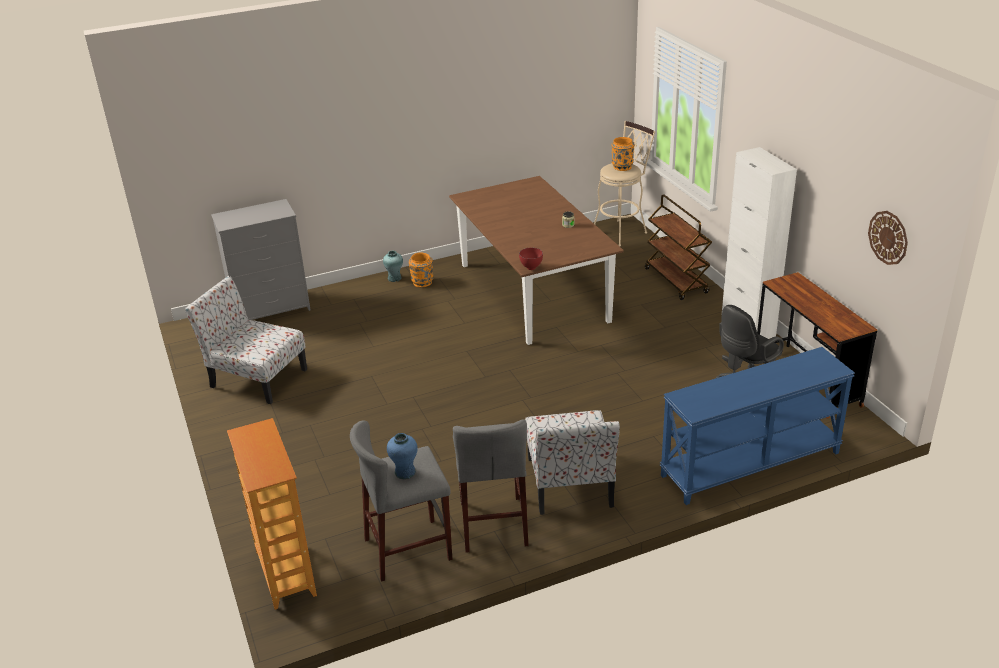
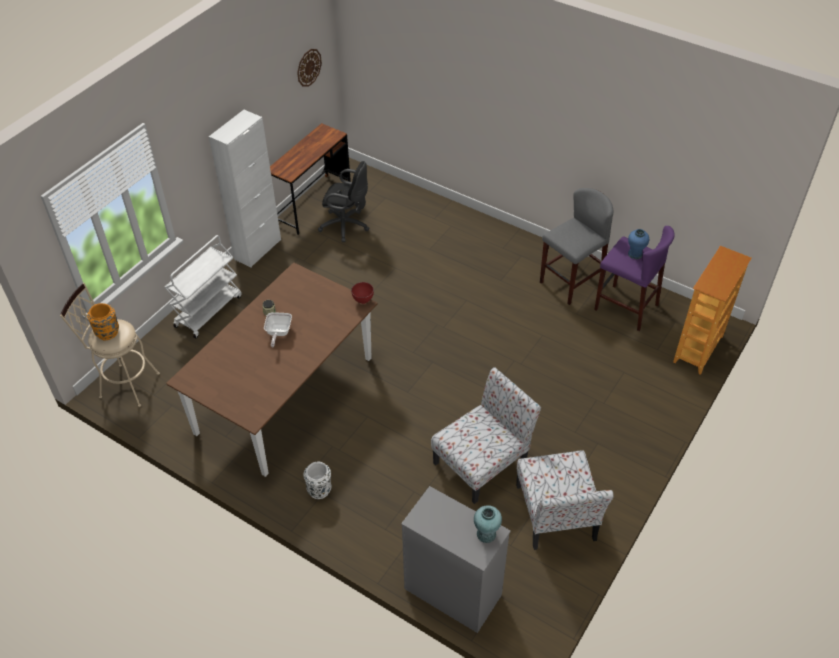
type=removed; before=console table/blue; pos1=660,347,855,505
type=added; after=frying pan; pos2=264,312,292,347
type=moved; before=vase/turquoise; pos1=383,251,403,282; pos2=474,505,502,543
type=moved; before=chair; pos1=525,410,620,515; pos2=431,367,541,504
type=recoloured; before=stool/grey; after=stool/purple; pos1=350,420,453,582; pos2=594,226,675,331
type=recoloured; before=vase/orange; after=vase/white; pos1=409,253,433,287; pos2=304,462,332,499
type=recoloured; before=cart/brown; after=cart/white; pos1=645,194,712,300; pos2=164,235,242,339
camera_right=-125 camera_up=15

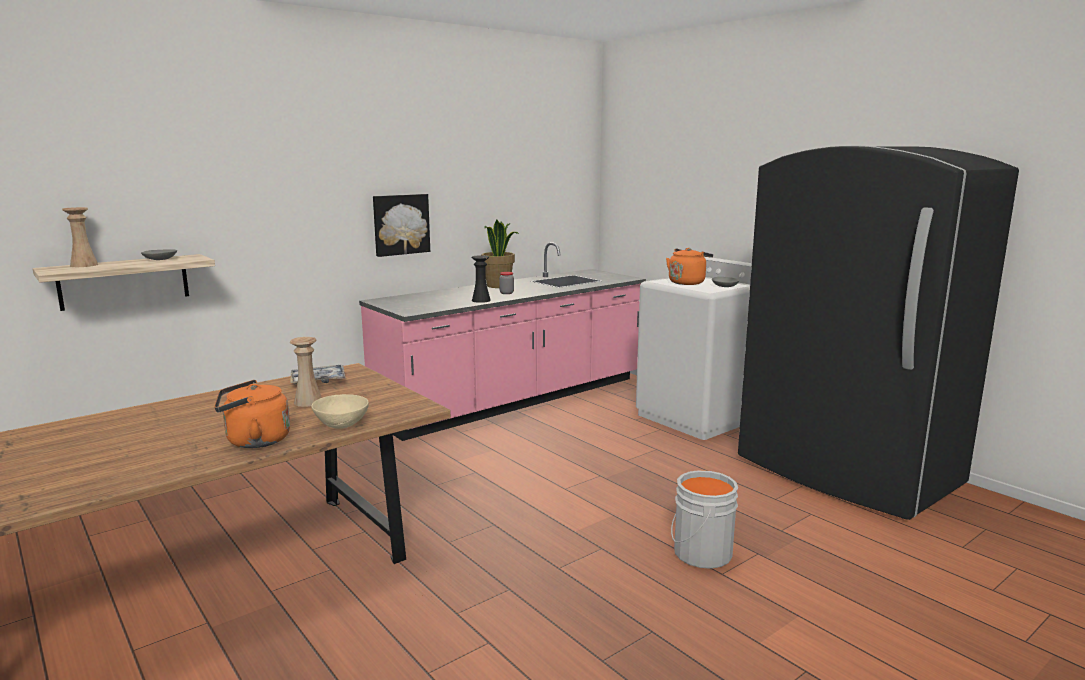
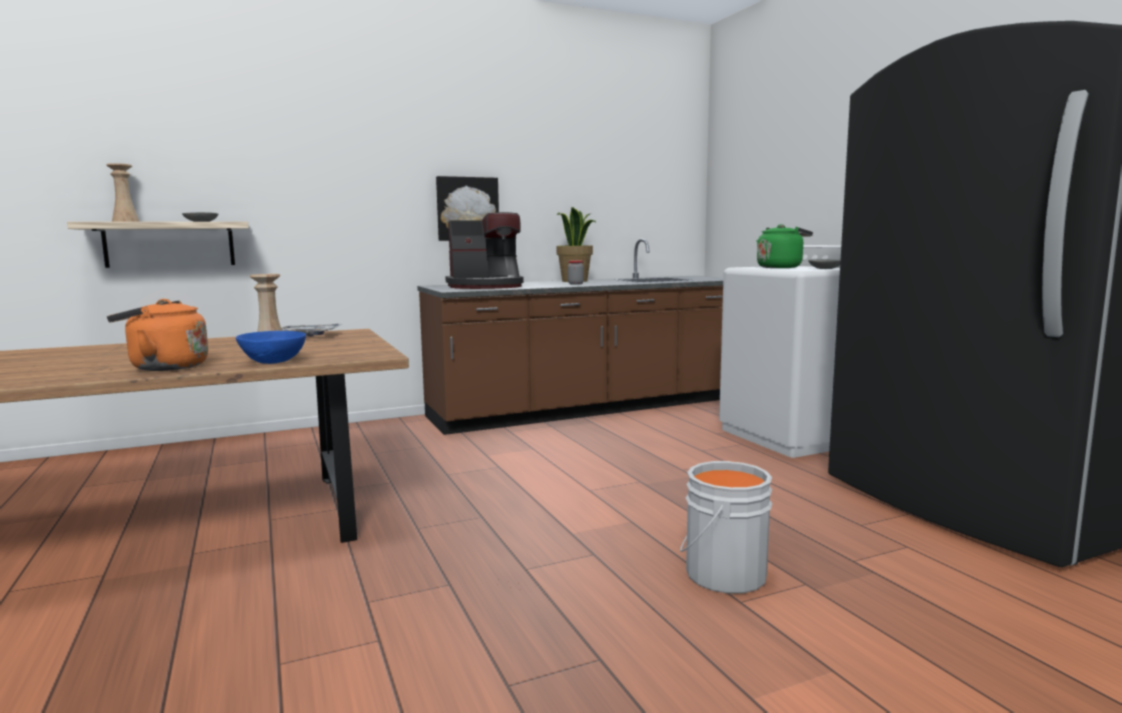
type=removed; before=vase/black; pos1=472,255,491,303
type=added; after=coffee machine; pos2=445,212,524,289
type=recoloured; before=bowl/beige; after=bowl/blue; pos1=311,394,369,429; pos2=236,331,306,364
type=recoloured; before=counter/pink; after=counter/brown; pos1=359,242,646,441; pos2=417,239,723,435
type=recoloured; before=kettle/orange; after=kettle/green; pos1=666,248,713,285; pos2=757,224,813,268
camera_right=15 camera_up=-5

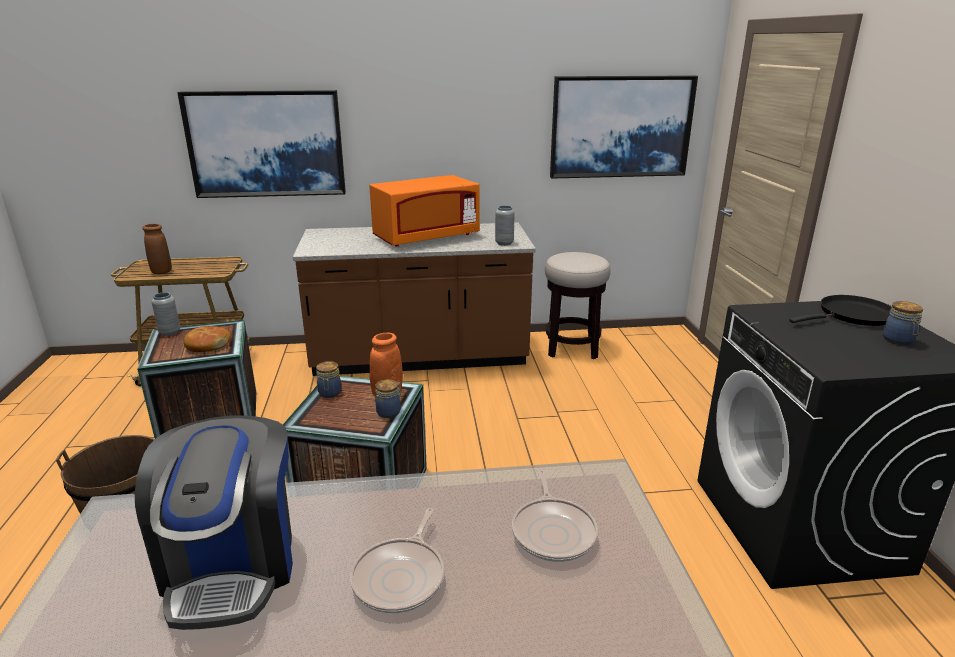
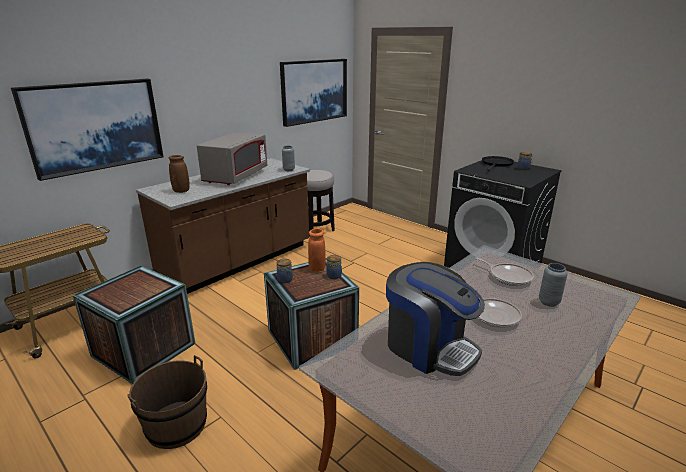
type=removed; before=bread; pos1=184,326,231,352
type=moved; before=vase/brown; pos1=142,224,172,274; pos2=169,155,189,193
type=moved; before=vase/grey; pos1=152,292,180,336; pos2=539,263,568,307
type=recoloured; before=microwave/orange; after=microwave/grey; pos1=369,175,480,246; pos2=197,132,267,185
camera_right=-40 camera_up=0

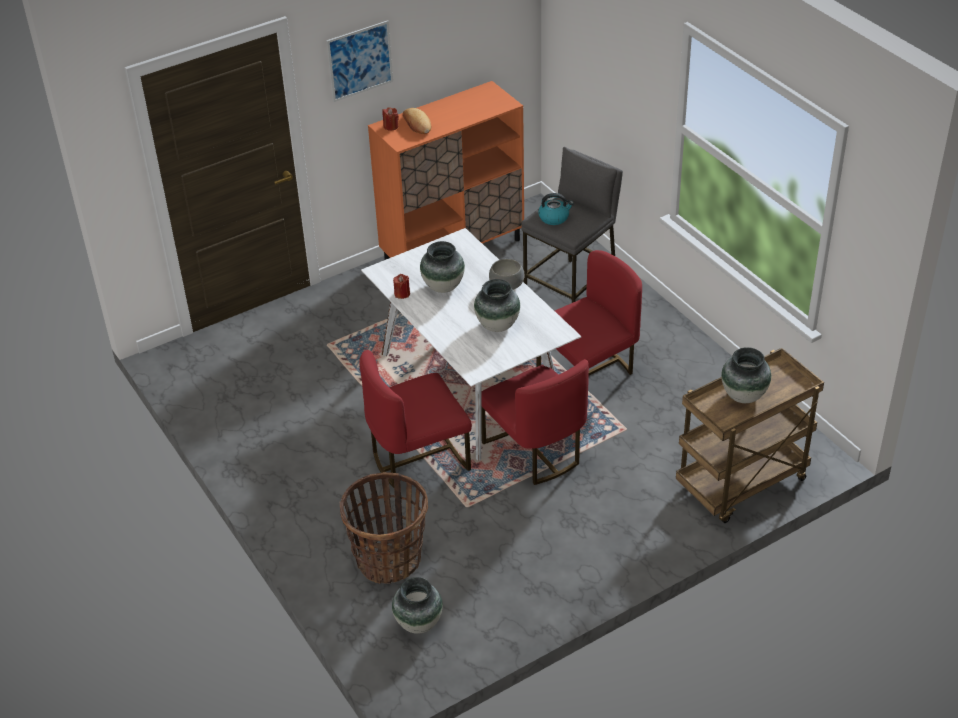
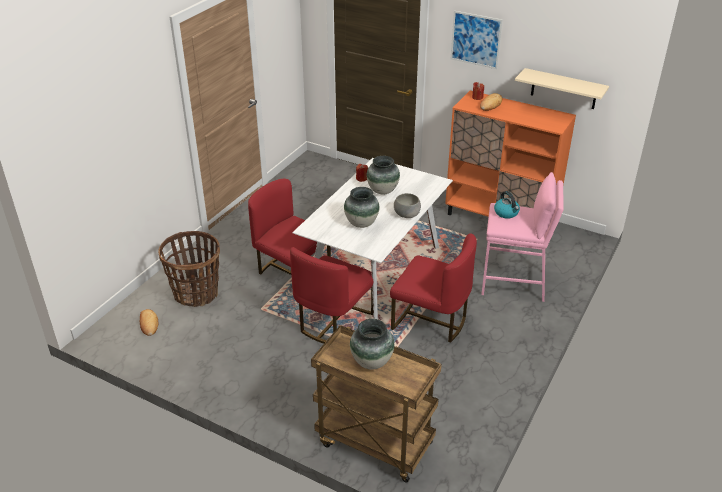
type=added; after=shelf/beige; pos2=515,68,609,109
type=replaced; before=vase; after=bread; pos1=392,577,443,634; pos2=140,309,158,336
type=recoloured; before=stool/grey; after=stool/pink; pos1=521,147,623,303; pos2=481,172,564,302
camera_right=60 camera_up=-5

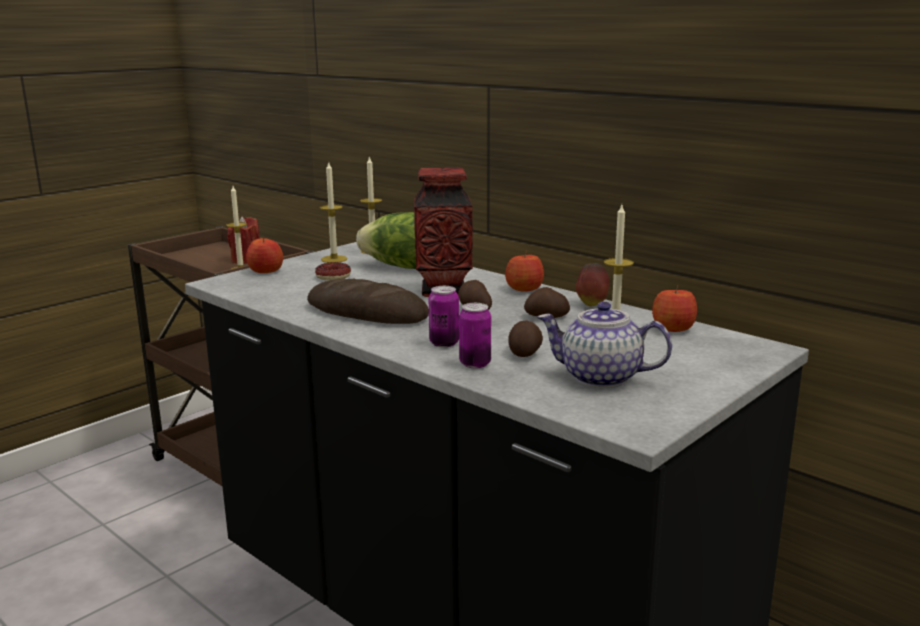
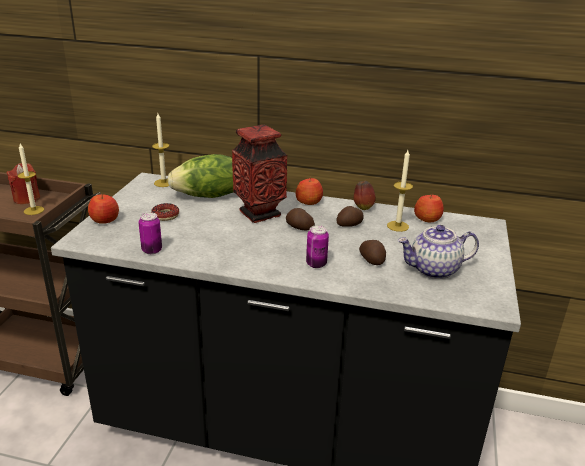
type=removed; before=bread; pos1=307,279,429,324
type=removed; before=candle; pos1=320,163,347,263
type=moved; before=can; pos1=459,303,491,368; pos2=138,212,162,254
camera_right=-30 camera_up=10

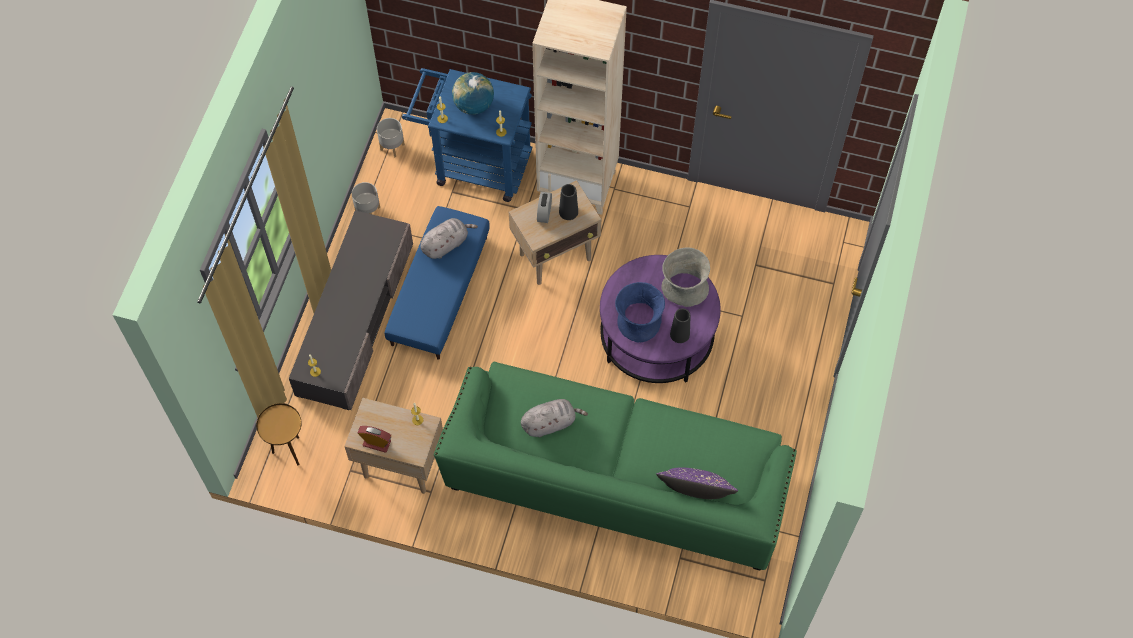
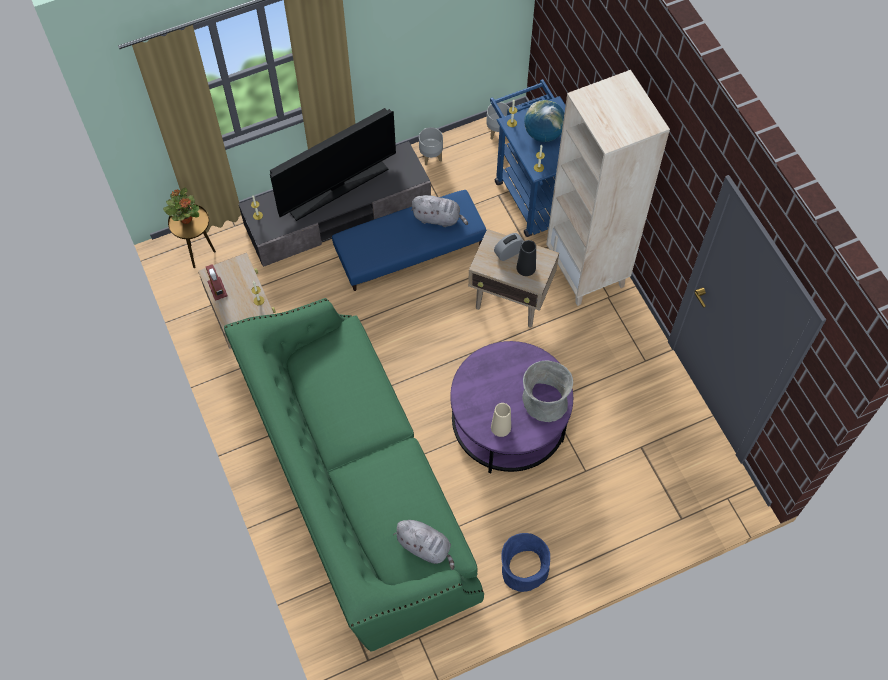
type=removed; before=pillow/purple; pos1=656,468,738,499
type=added; after=potted plant; pos2=163,188,199,224
type=added; after=television; pos2=270,108,396,221
type=moved; before=plush toy/grey; pos1=521,399,588,437; pos2=393,520,454,570
type=moved; before=vase/blue; pos1=615,282,665,342; pos2=501,533,550,592
type=recoloured; before=vase/black; after=vase/beige; pos1=670,308,690,343; pos2=491,403,511,437
camera_right=50 camera_up=0

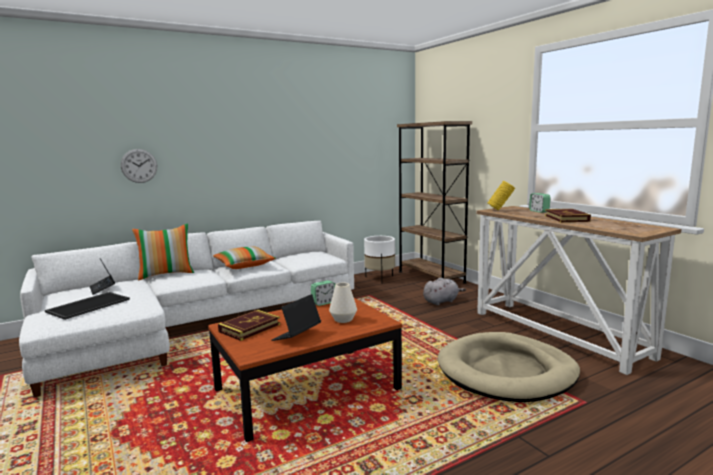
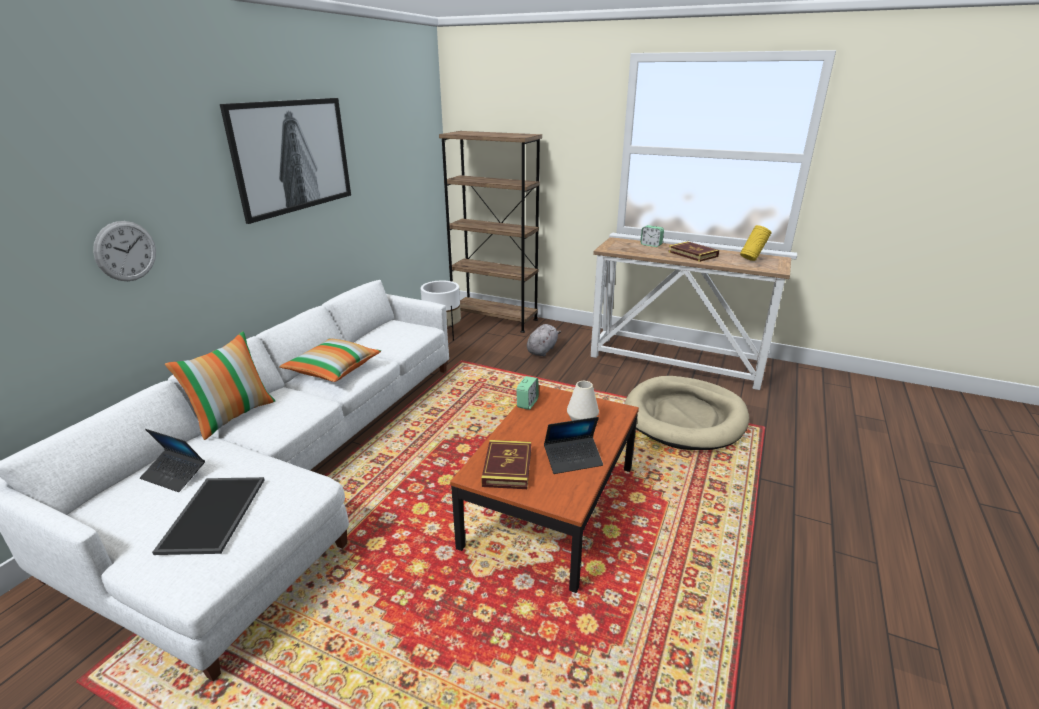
type=added; after=picture; pos2=220,98,351,224
type=moved; before=vase/yellow; pos1=488,181,515,210; pos2=740,225,772,261
type=turned; before=laptop; pos1=271,294,321,341; pos2=544,417,603,474; turn=-105
camera_right=-35 camera_up=15

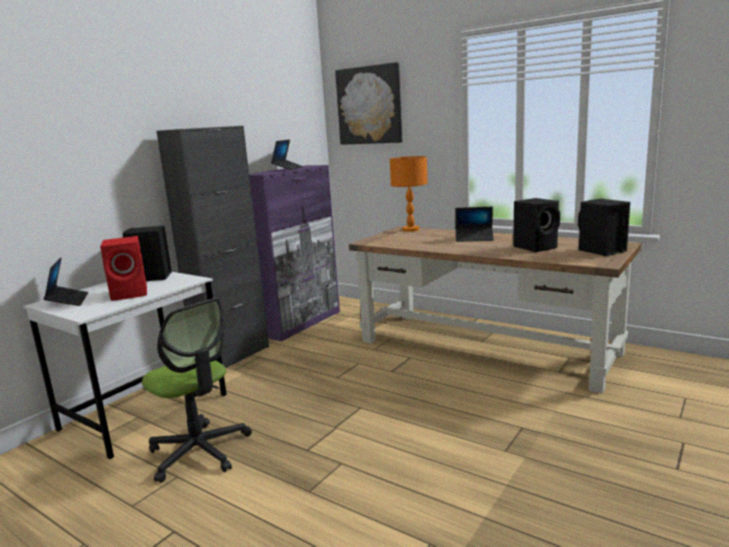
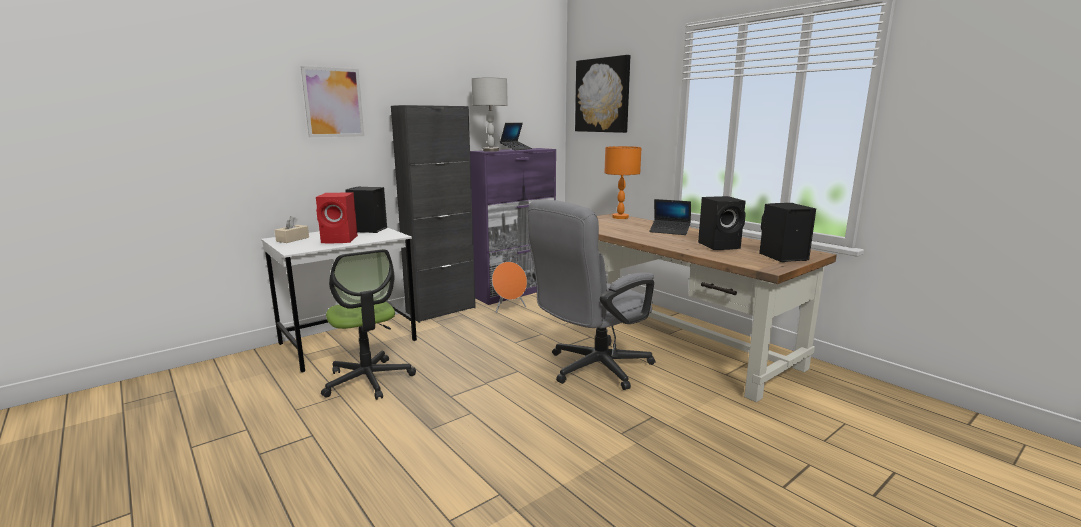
type=added; after=picture; pos2=301,66,364,137
type=added; after=table lamp/grey; pos2=472,77,508,152
type=added; after=speaker/orange; pos2=492,262,527,313
type=added; after=office chair/grey; pos2=527,199,655,390
type=replaced; before=laptop; after=tissue box/beige; pos1=44,257,88,306; pos2=275,216,309,243
camera_right=15 camera_up=0

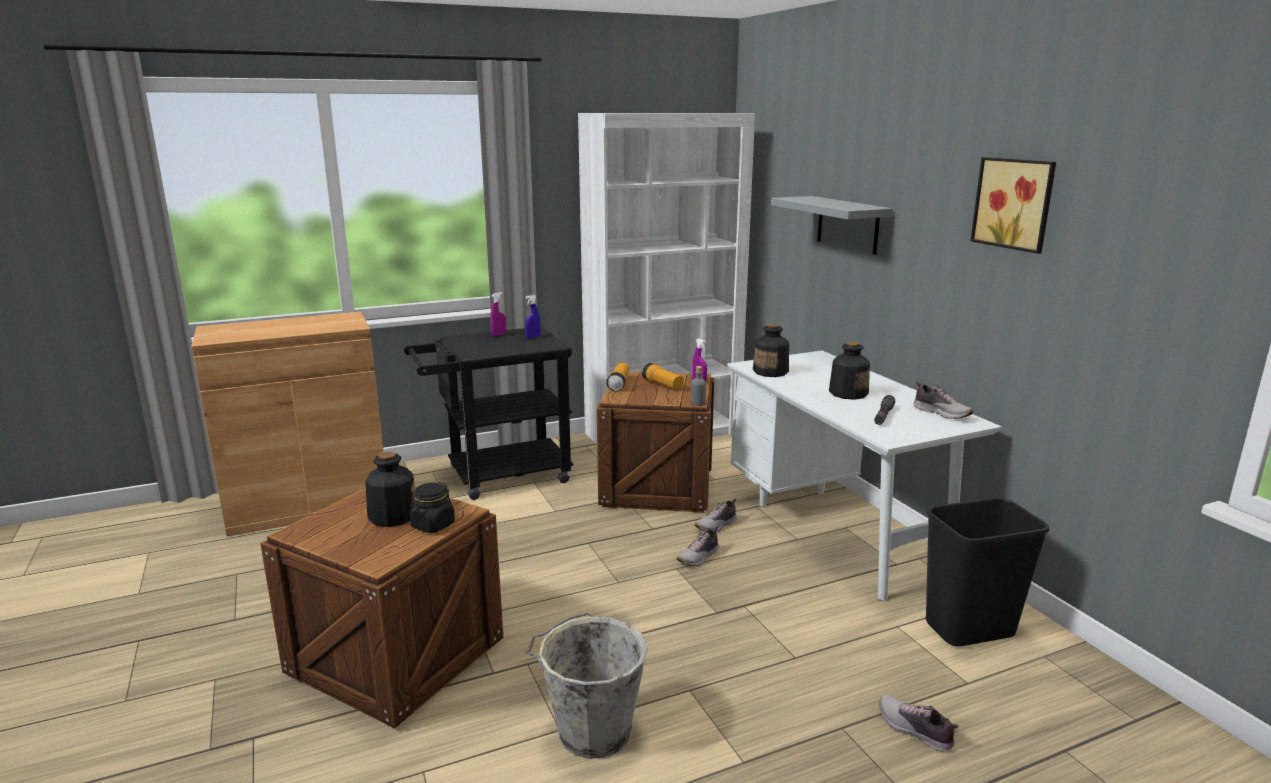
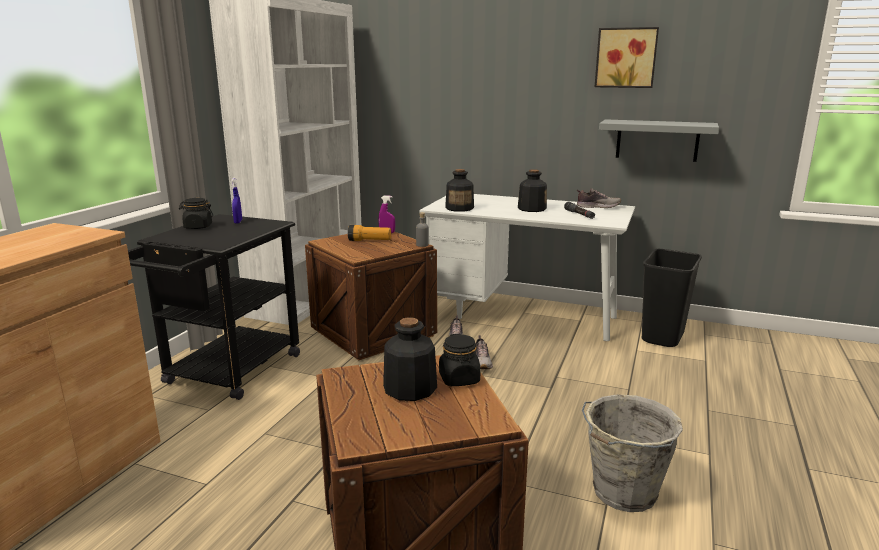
type=removed; before=flashlight; pos1=606,363,629,392
type=removed; before=shoe; pos1=879,694,959,752
type=moved; before=shelf/grey; pos1=771,196,893,255; pos2=599,119,719,162
type=replaced; before=spray bottle/purple; after=jar/black; pos1=490,292,506,336; pos2=179,198,213,229
camera_right=-45 camera_up=0

